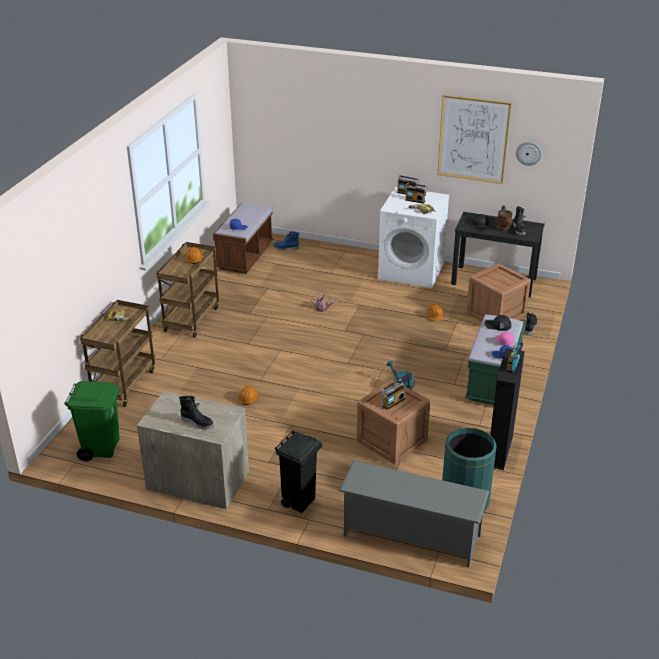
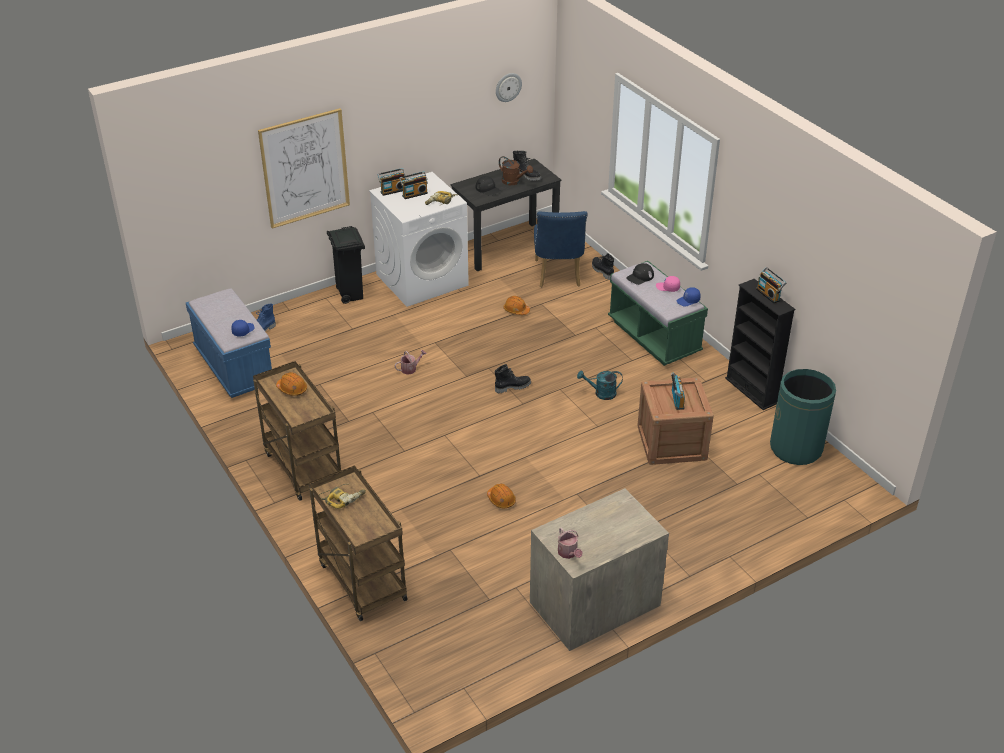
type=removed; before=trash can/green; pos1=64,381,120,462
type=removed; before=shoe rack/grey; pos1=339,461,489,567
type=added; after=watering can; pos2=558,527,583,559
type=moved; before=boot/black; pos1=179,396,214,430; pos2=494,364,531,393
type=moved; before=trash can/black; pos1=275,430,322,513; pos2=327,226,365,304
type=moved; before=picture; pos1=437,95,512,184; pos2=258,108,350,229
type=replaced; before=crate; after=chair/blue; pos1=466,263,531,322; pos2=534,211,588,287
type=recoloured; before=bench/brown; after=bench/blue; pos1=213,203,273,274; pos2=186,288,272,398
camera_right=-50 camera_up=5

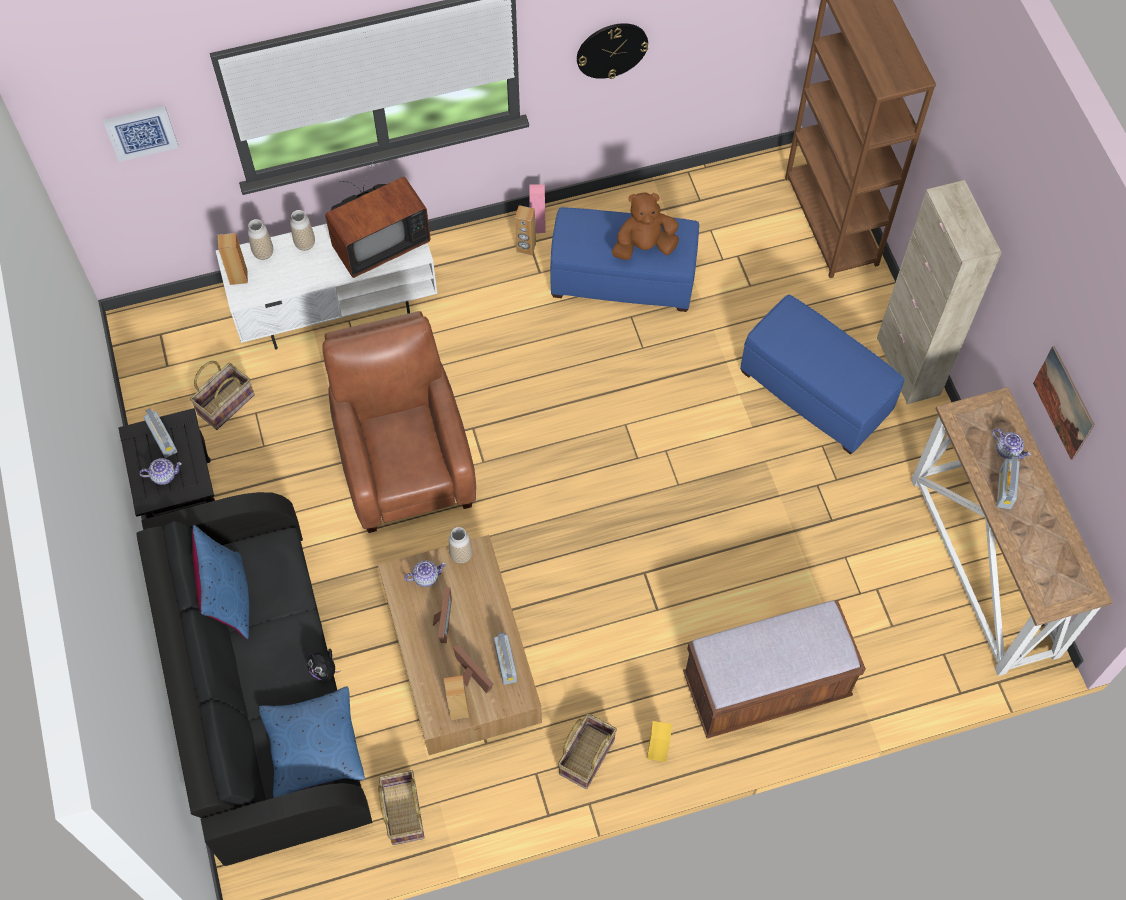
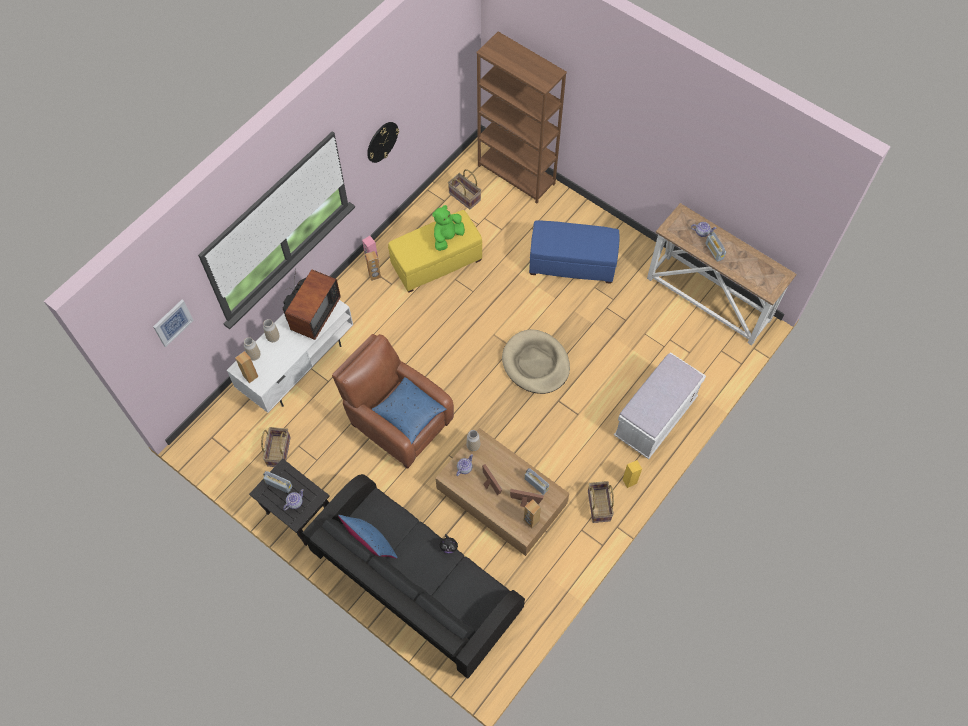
type=removed; before=cabinet/beige; pos1=877,180,1002,404
type=removed; before=picture; pos1=1033,346,1095,460
type=added; after=dog bed/beige; pos2=502,329,570,394
type=moved; before=pillow/blue; pos1=259,686,365,798; pos2=372,377,446,444
type=moved; before=basket; pos1=378,770,425,845; pos2=448,169,481,209
type=recoloured; before=ottoman/blue; after=ottoman/yellow; pos1=550,207,699,312; pos2=388,210,482,293
type=recoloured; before=plush toy/brown; after=plush toy/green; pos1=612,193,679,260; pos2=432,205,465,251
type=recoloured; before=bench/brown; after=bench/white; pos1=683,600,866,739; pos2=614,352,706,459
camera_right=-35 camera_up=0

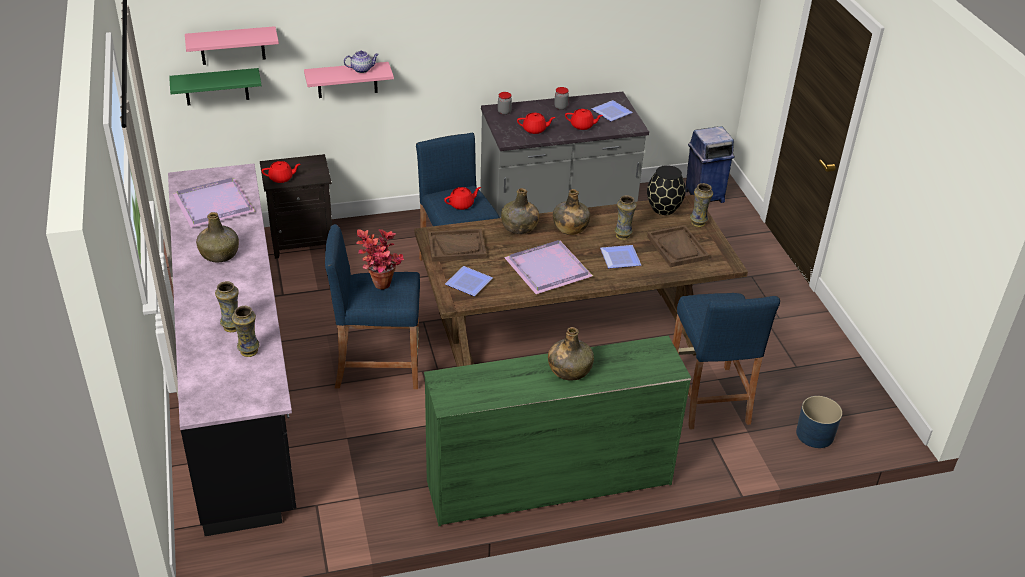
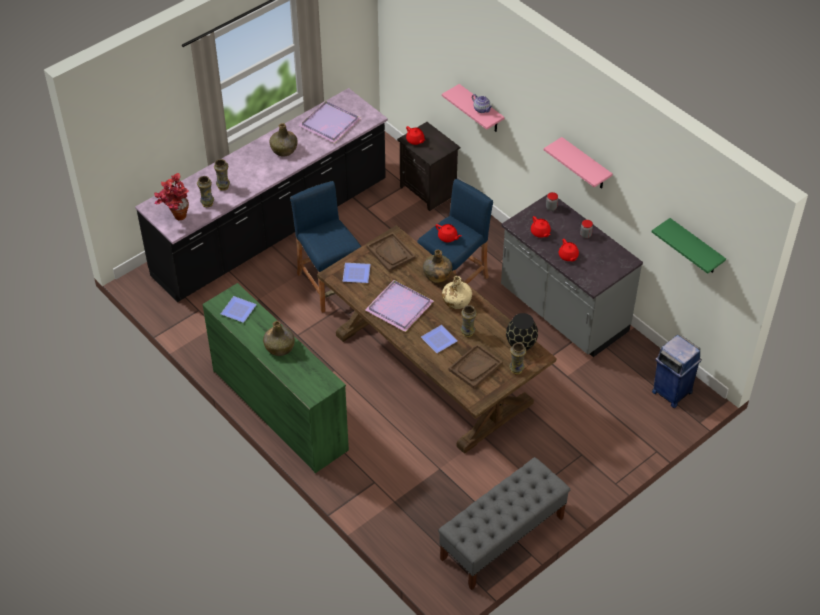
type=removed; before=stool/blue; pos1=673,293,780,430
type=removed; before=planter/blue; pos1=796,396,842,448
type=added; after=bench/grey; pos2=438,457,571,590
type=moved; before=shelf/green; pos1=169,68,262,105; pos2=652,218,726,274
type=moved; before=shelf/pink; pos1=185,26,279,65; pos2=544,137,613,189
type=moved; before=potted plant; pos1=357,229,404,289; pos2=154,173,189,220
type=moved; before=plate; pos1=591,100,633,121; pos2=221,296,257,323
type=recoloured; before=bottle/green; after=bottle/beige; pos1=553,189,590,235; pos2=442,276,472,309
camera_right=65 camera_up=10

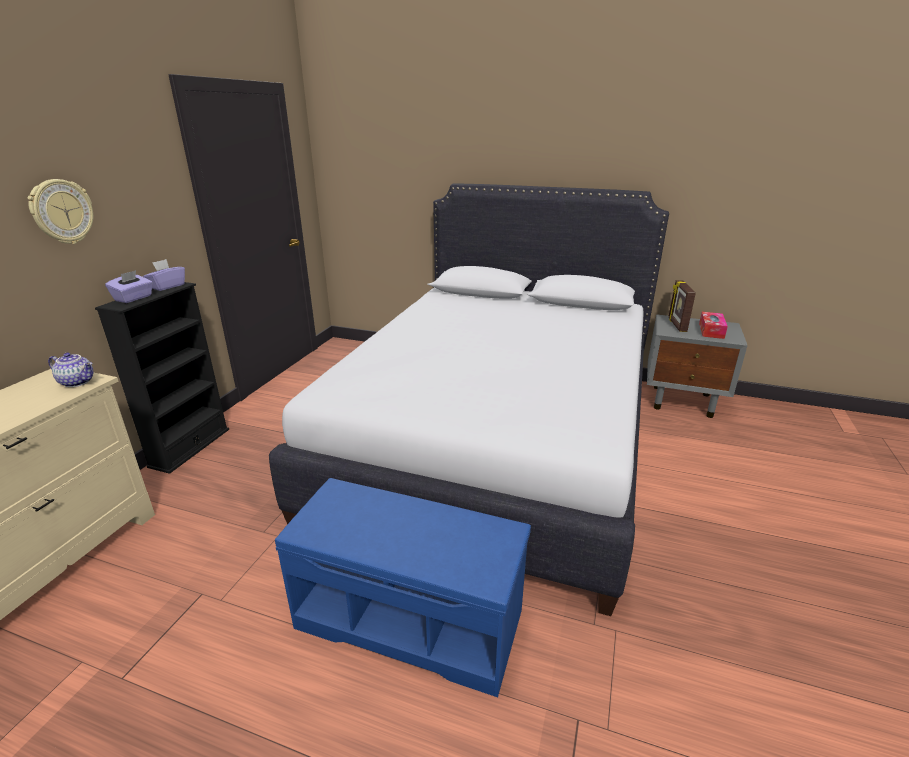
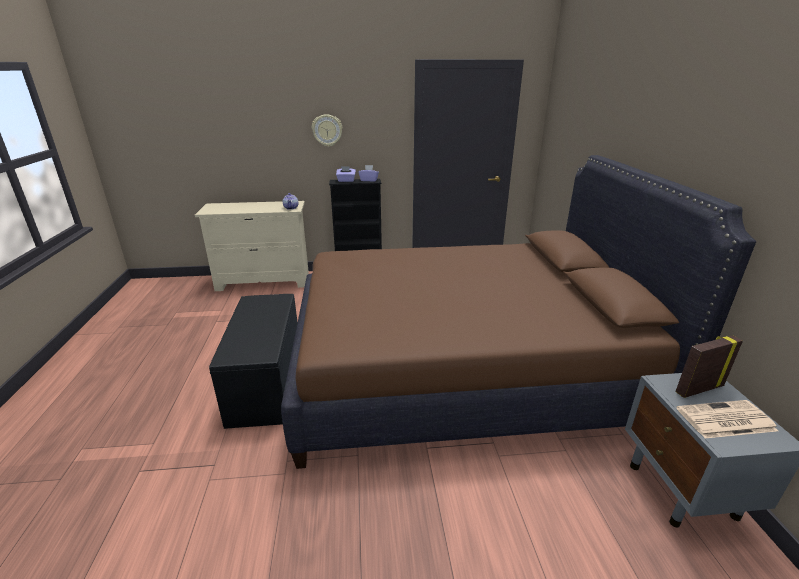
type=replaced; before=tissue box; after=newspaper; pos1=699,312,728,339; pos2=676,400,778,438
type=recoloured; before=bed/white; after=bed/brown; pos1=269,183,669,616; pos2=281,155,756,469
type=recoloured; before=bench/blue; after=bench/black; pos1=275,478,531,697; pos2=209,294,298,429
camera_right=65 camera_up=0

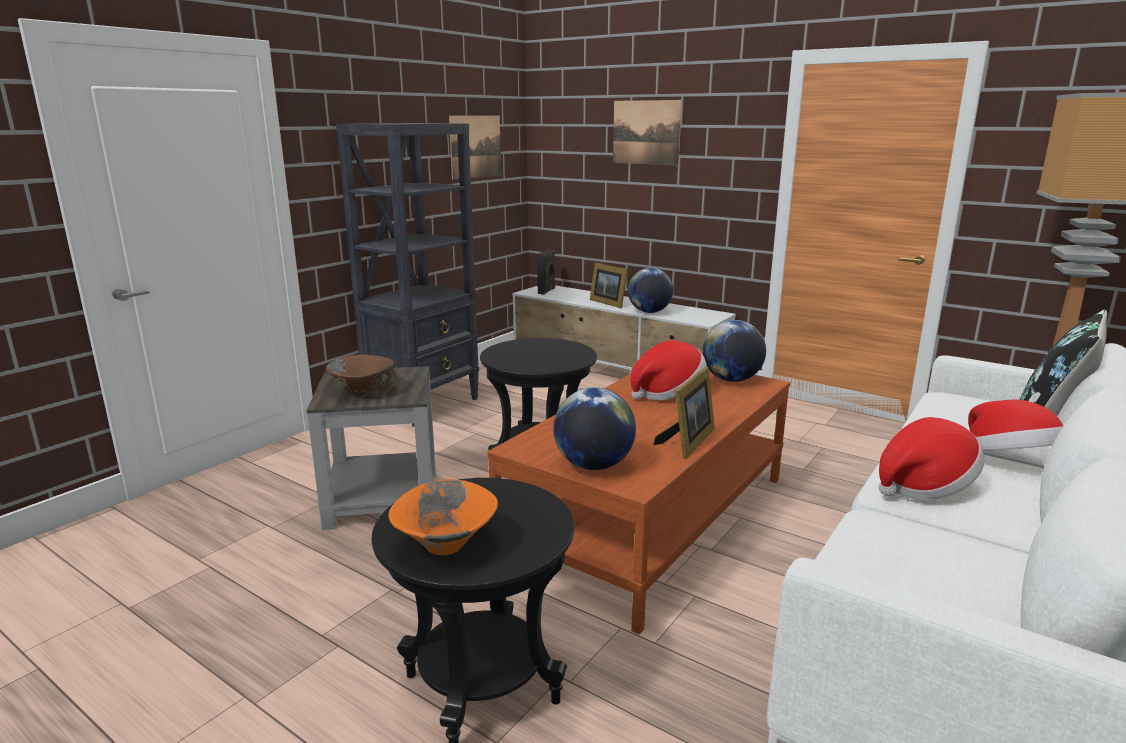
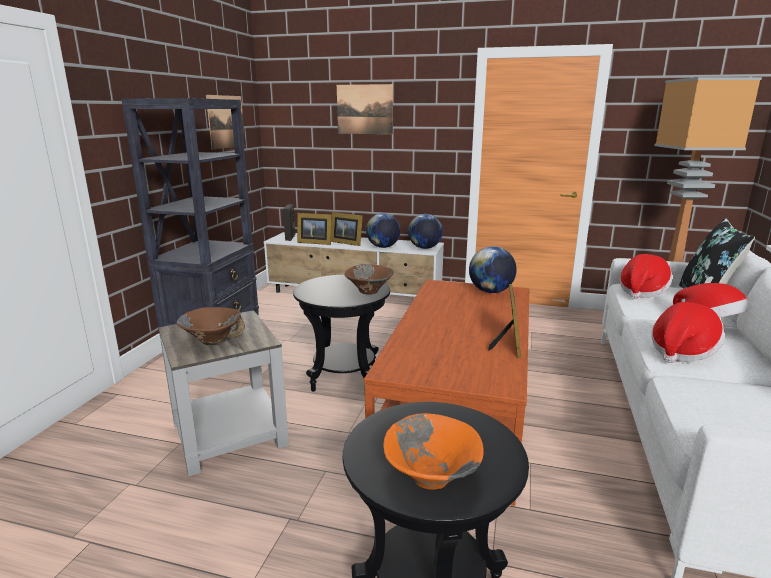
type=added; after=picture frame; pos2=297,213,332,245
type=added; after=bowl/brown; pos2=345,264,394,294
type=moved; before=globe; pos1=553,387,636,470; pos2=408,214,443,249
type=moved; before=hat; pos1=630,340,707,400; pos2=619,254,672,299
camera_right=-20 camera_up=0

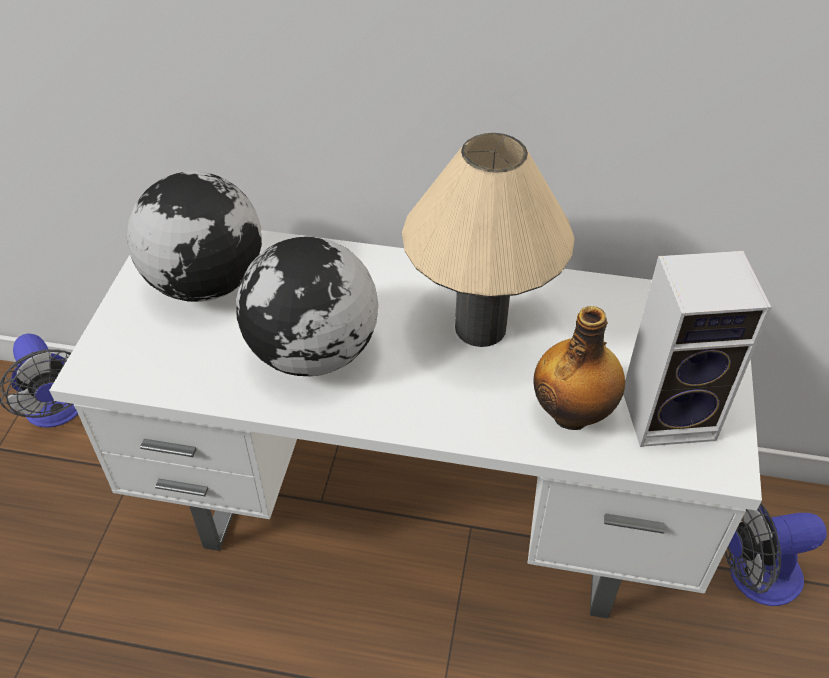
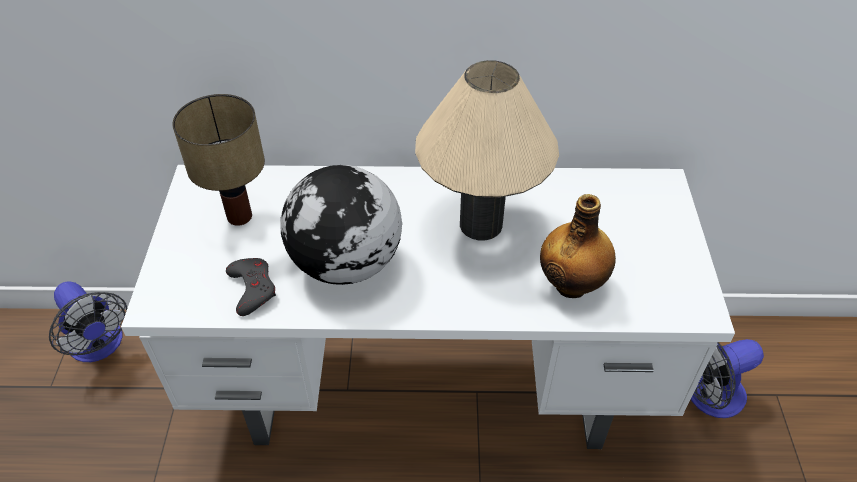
type=removed; before=speaker; pos1=623,251,772,447
type=added; after=game controller/grey; pos2=226,258,276,316
type=replaced; before=globe; after=table lamp; pos1=127,171,262,302; pos2=173,94,265,226
camera_right=-10 camera_up=0

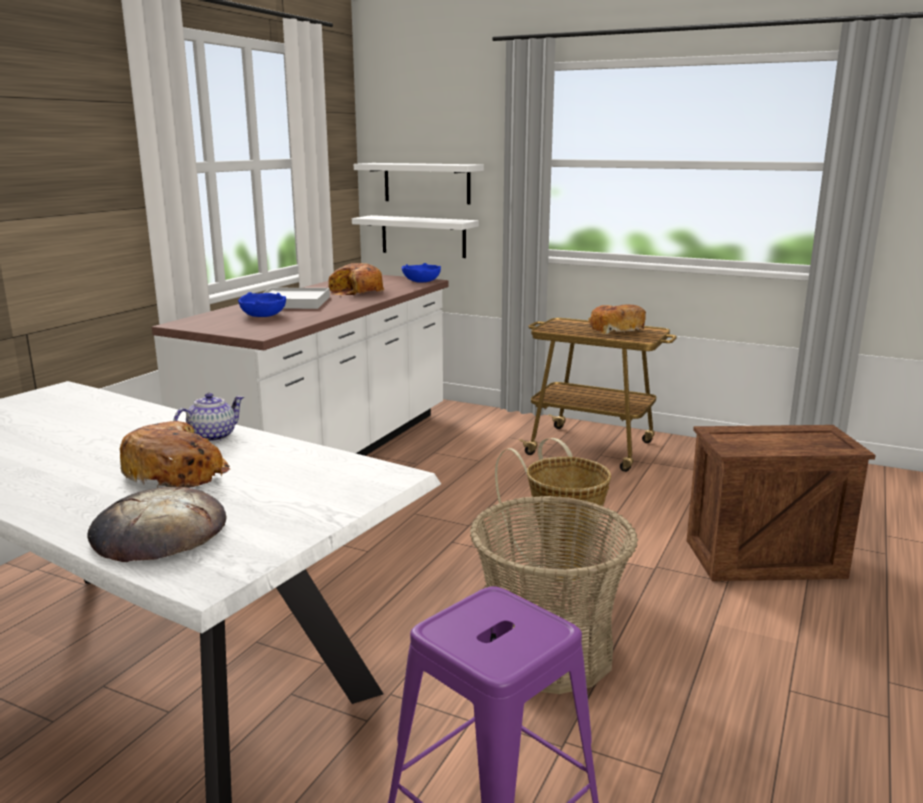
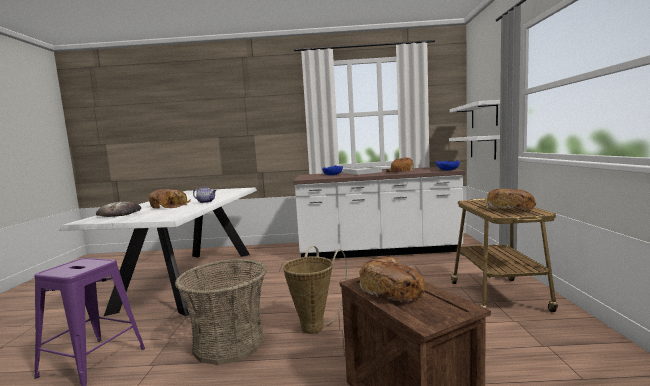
type=added; after=bread; pos2=359,257,425,302
camera_right=65 camera_up=-10

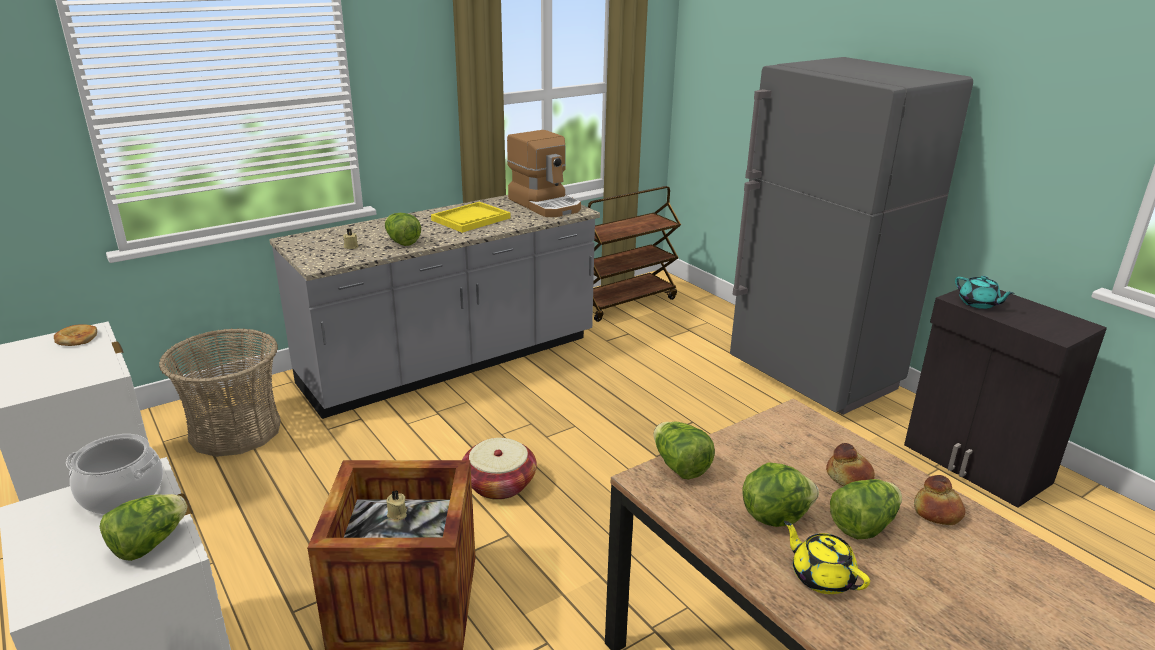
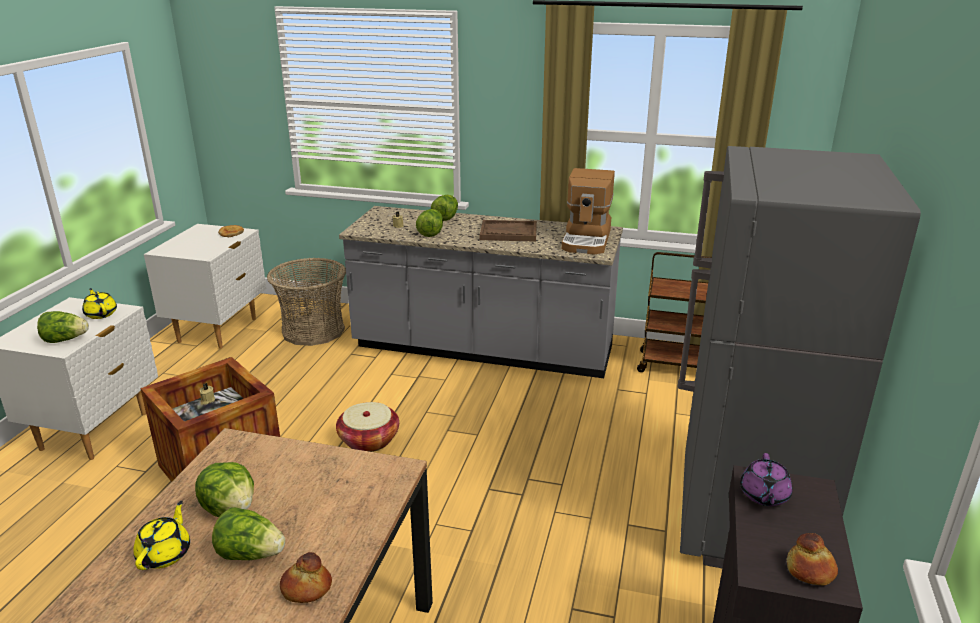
type=moved; before=lettuce; pos1=653,421,715,480; pos2=431,195,458,221
type=moved; before=bread; pos1=826,443,875,486; pos2=787,533,838,586
type=replaced; before=cooking pot; after=teapot/yellow; pos1=66,434,163,514; pos2=82,288,117,319
type=recoloured; before=tray/yellow; after=tray/brown; pos1=431,202,511,233; pos2=480,220,537,242
type=recoloured; before=teapot/turquoise; after=teapot/purple; pos1=955,276,1015,309; pos2=740,453,793,506
camera_right=50 camera_up=0

